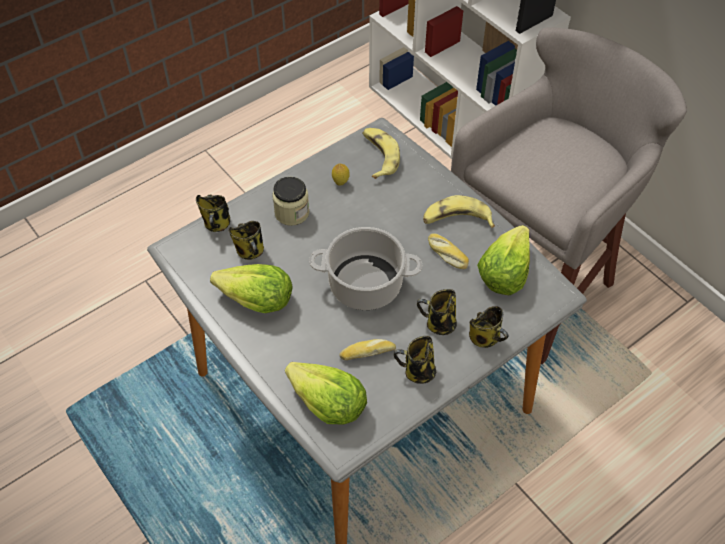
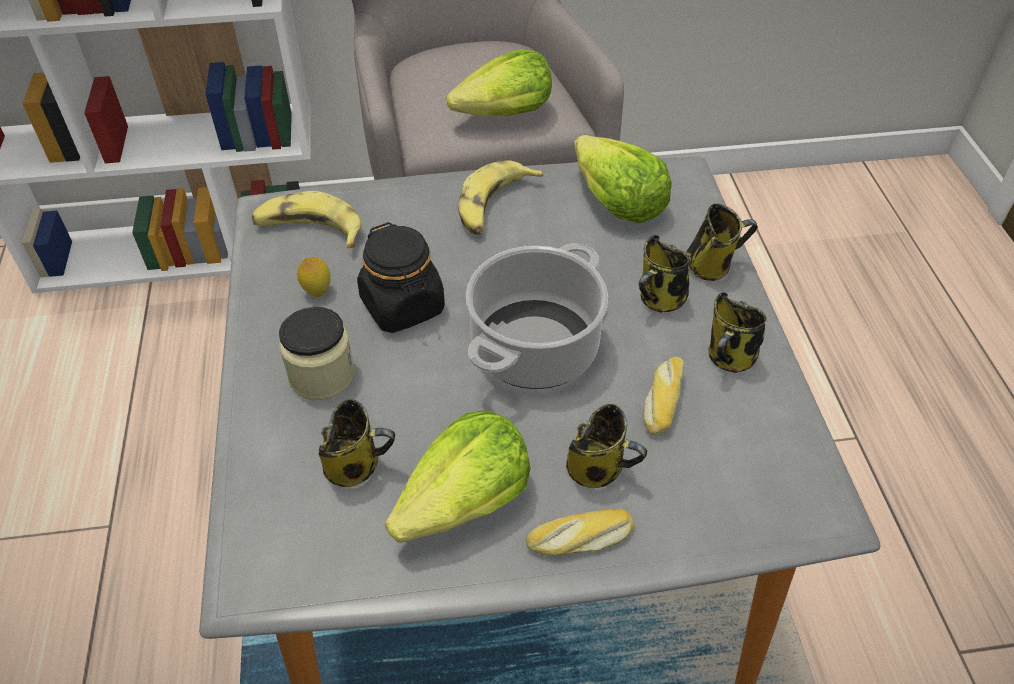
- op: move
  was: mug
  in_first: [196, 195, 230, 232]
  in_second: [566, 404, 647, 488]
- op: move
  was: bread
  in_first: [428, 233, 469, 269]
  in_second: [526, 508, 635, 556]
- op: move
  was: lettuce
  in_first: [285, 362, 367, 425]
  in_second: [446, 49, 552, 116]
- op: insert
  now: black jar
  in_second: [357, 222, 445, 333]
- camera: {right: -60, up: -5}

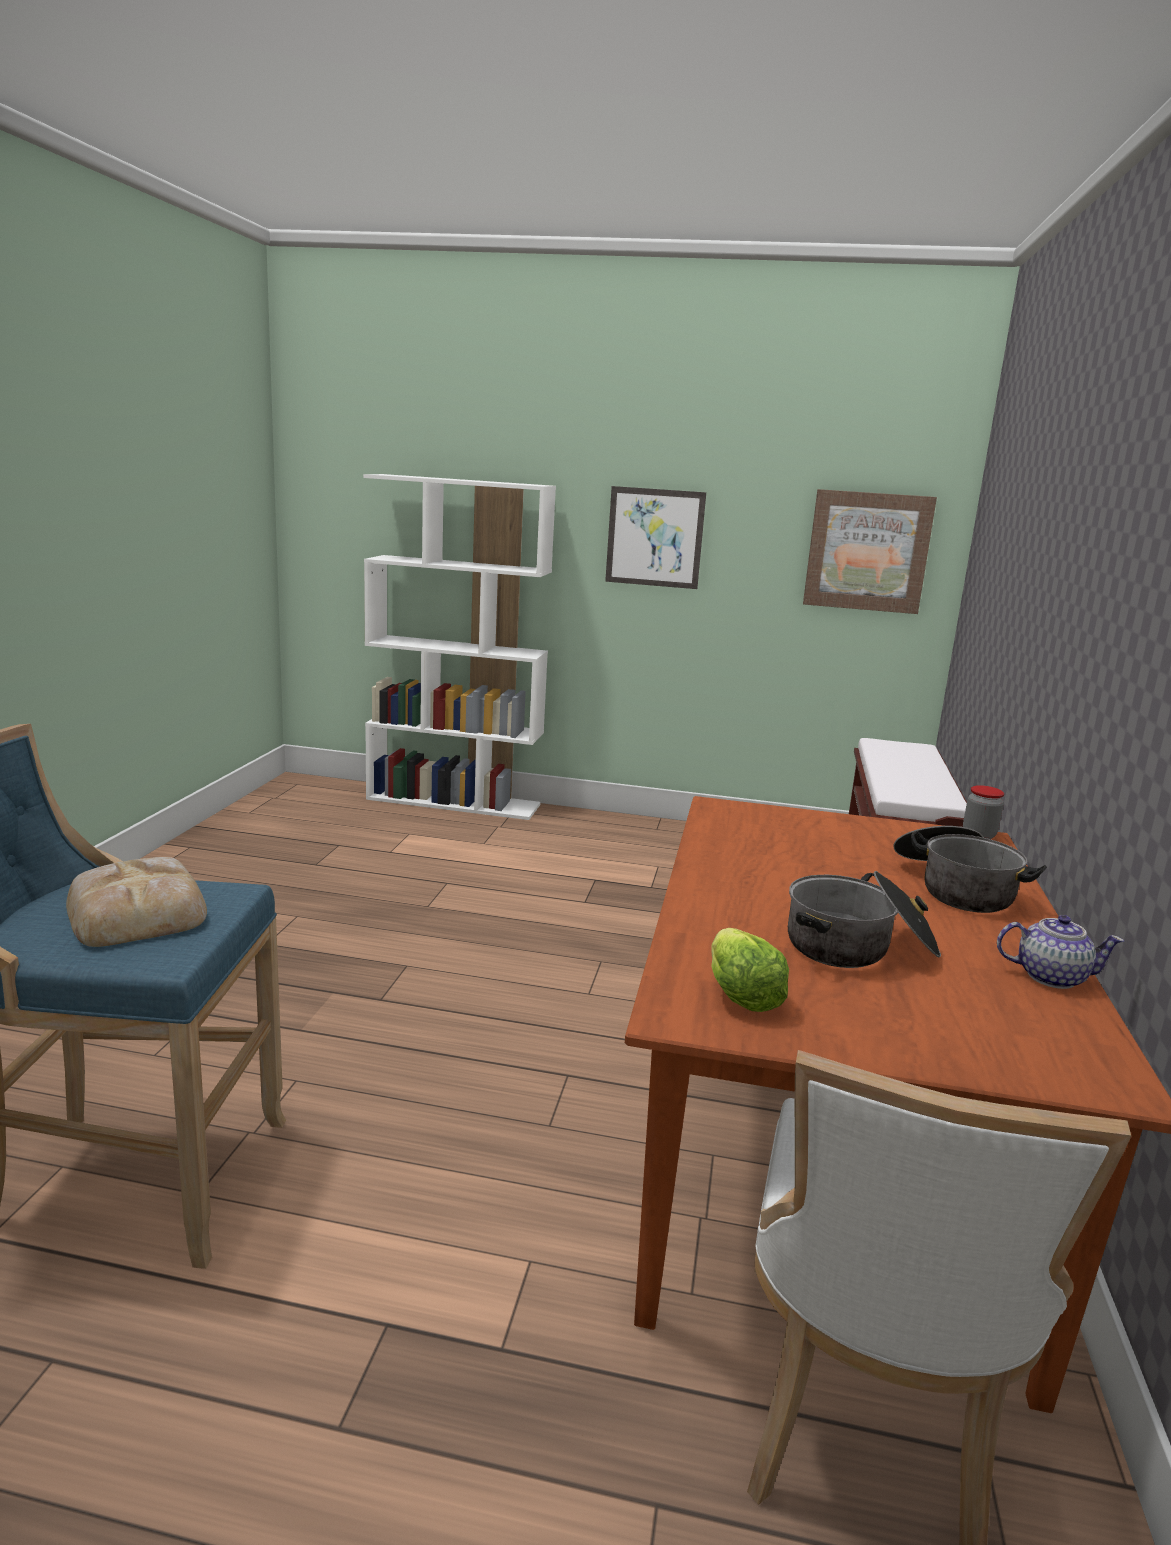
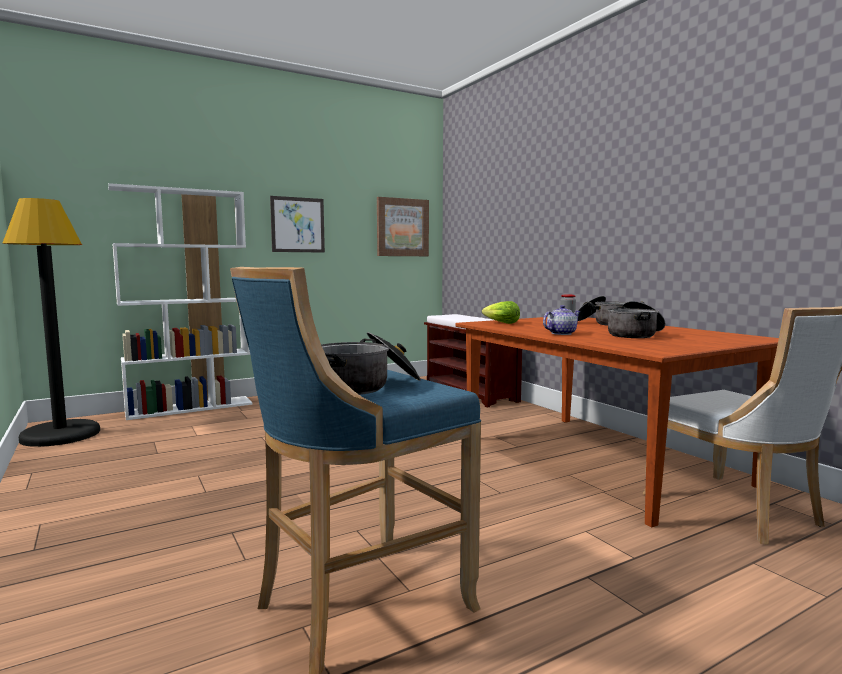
- op: replace
  was: bread
  now: cooking pot
  in_first: [66, 857, 207, 947]
  in_second: [321, 332, 421, 395]
- op: move
  was: teapot
  in_first: [997, 915, 1124, 989]
  in_second: [543, 305, 581, 335]
- op: move
  was: lettuce
  in_first: [711, 928, 789, 1012]
  in_second: [482, 301, 520, 324]
- op: insert
  now: black floor lamp
  in_second: [2, 198, 100, 447]
- camera: {right: -40, up: -10}

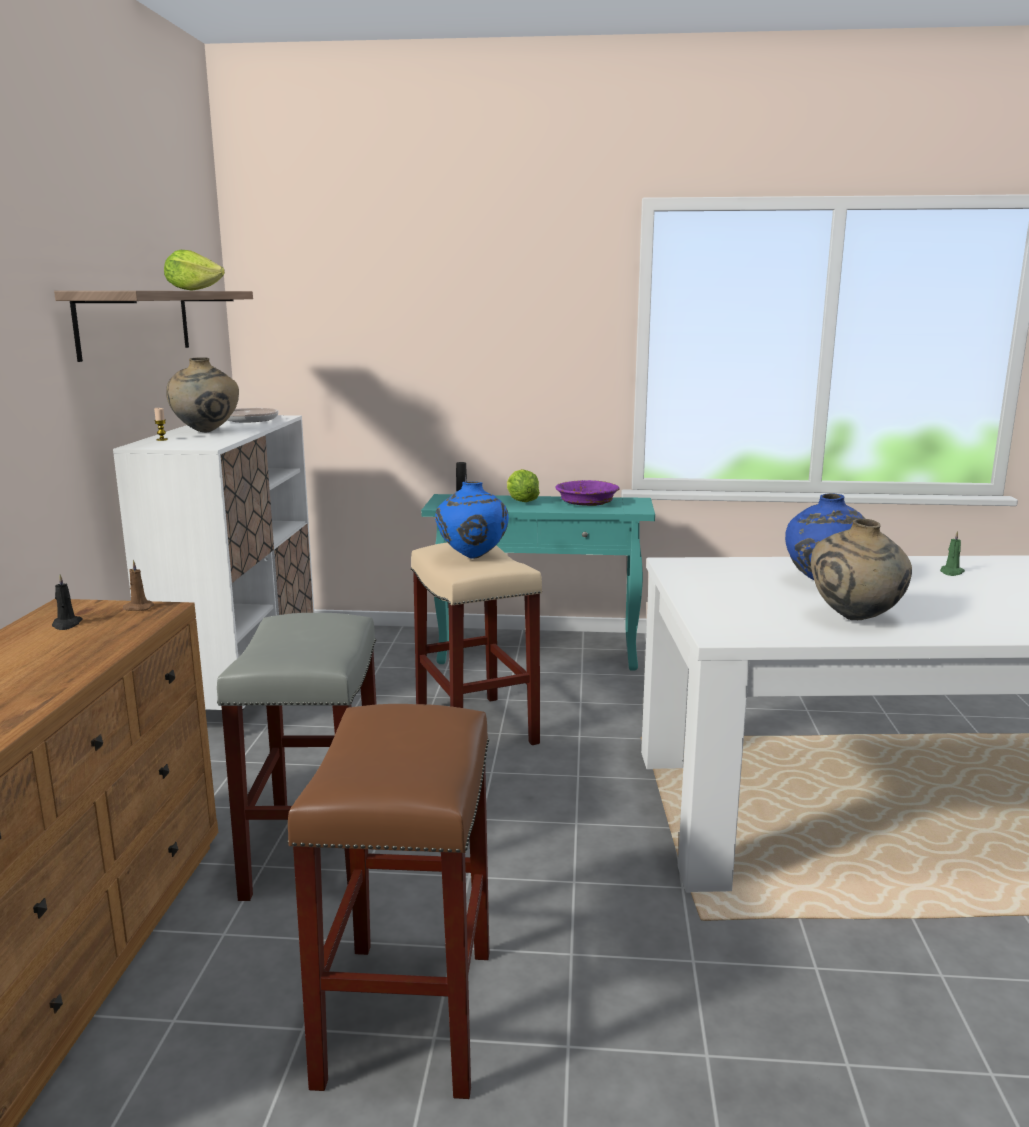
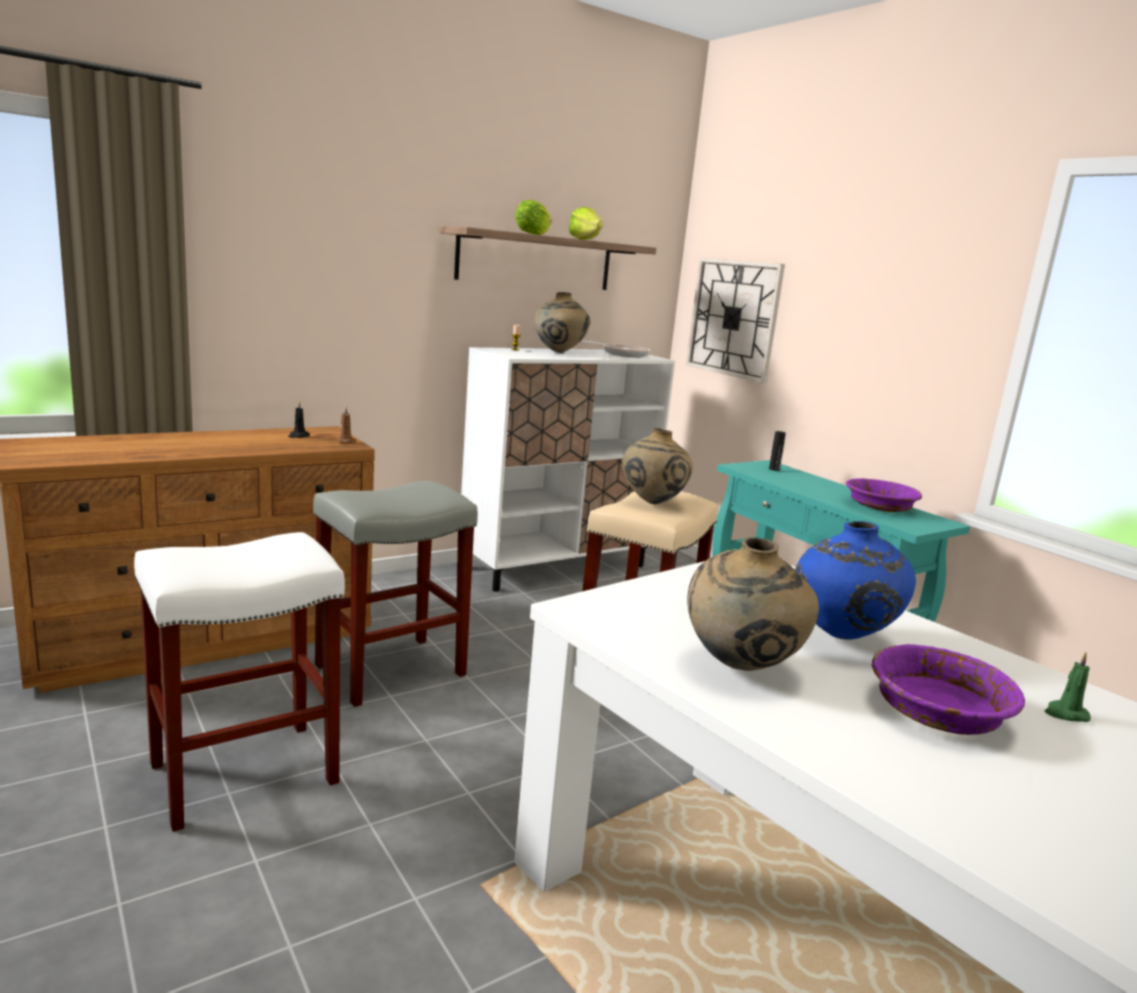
- op: move
  was: lettuce
  in_first: [507, 469, 540, 502]
  in_second: [515, 200, 551, 235]
- op: recolor
  was: blue vase
  now: beige vase
  in_first: [435, 481, 509, 559]
  in_second: [622, 428, 693, 504]
- op: recolor
  was: brown stool
  now: white stool
  in_first: [287, 704, 489, 1099]
  in_second: [134, 532, 345, 832]
- op: insert
  now: wall clock
  in_second: [686, 258, 785, 383]
- op: insert
  now: purple bowl
  in_second: [872, 644, 1025, 735]
- camera: {right: 50, up: 0}

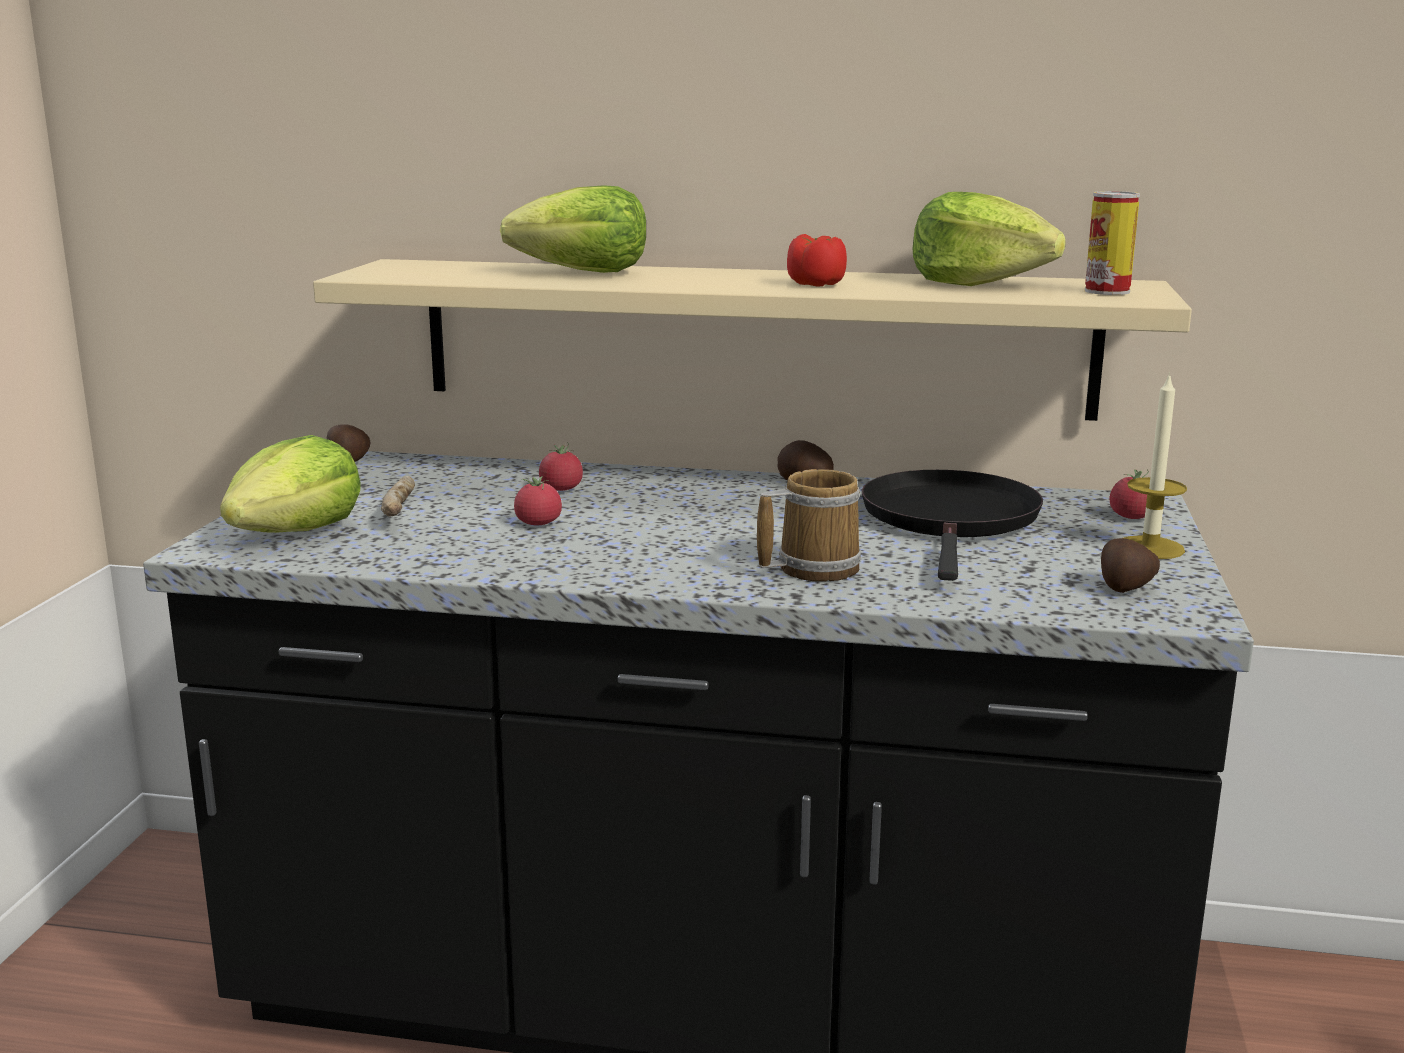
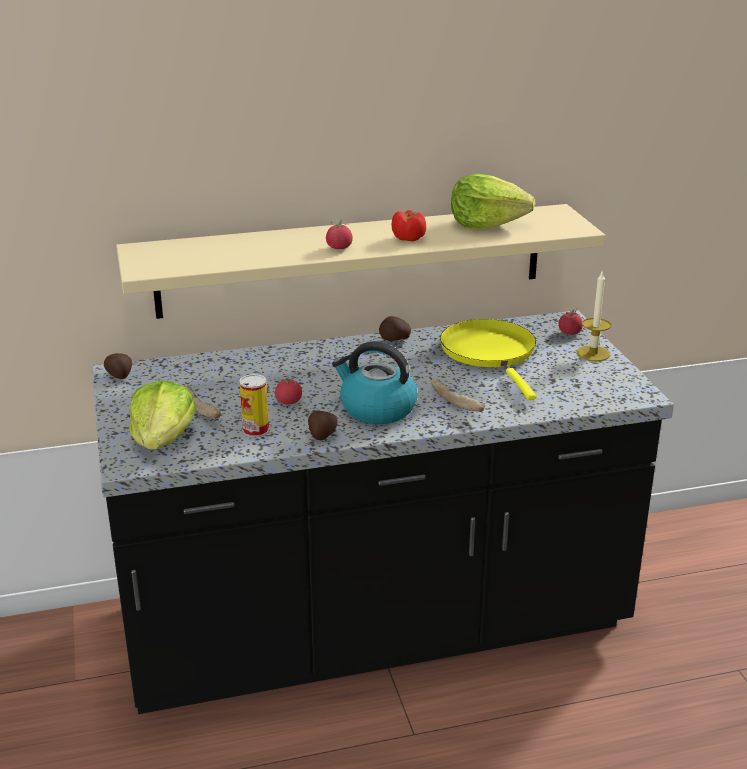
- op: delete
  was: lettuce
  in_first: [500, 185, 646, 273]
- op: move
  was: can
  in_first: [1085, 191, 1140, 295]
  in_second: [239, 374, 269, 437]
- op: move
  was: tomato
  in_first: [539, 442, 583, 491]
  in_second: [326, 221, 353, 249]
- op: replace
  was: mug
  now: bread
  in_first: [757, 469, 861, 582]
  in_second: [431, 378, 484, 412]
- op: recolor
  was: black frying pan
  now: yellow frying pan
  in_first: [862, 470, 1043, 581]
  in_second: [440, 319, 536, 400]
- op: move
  was: potato
  in_first: [1101, 538, 1160, 593]
  in_second: [308, 411, 338, 440]
- op: insert
  now: kettle
  in_second: [332, 341, 418, 424]
- camera: {right: -25, up: 10}

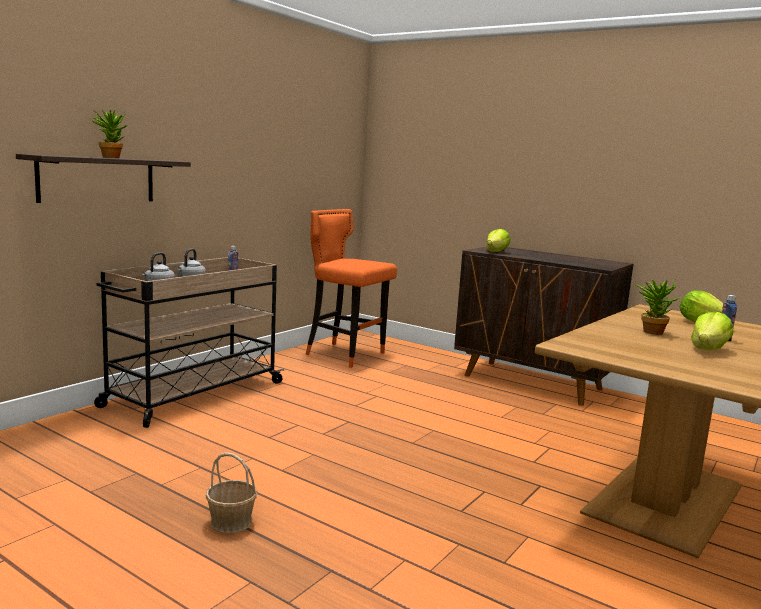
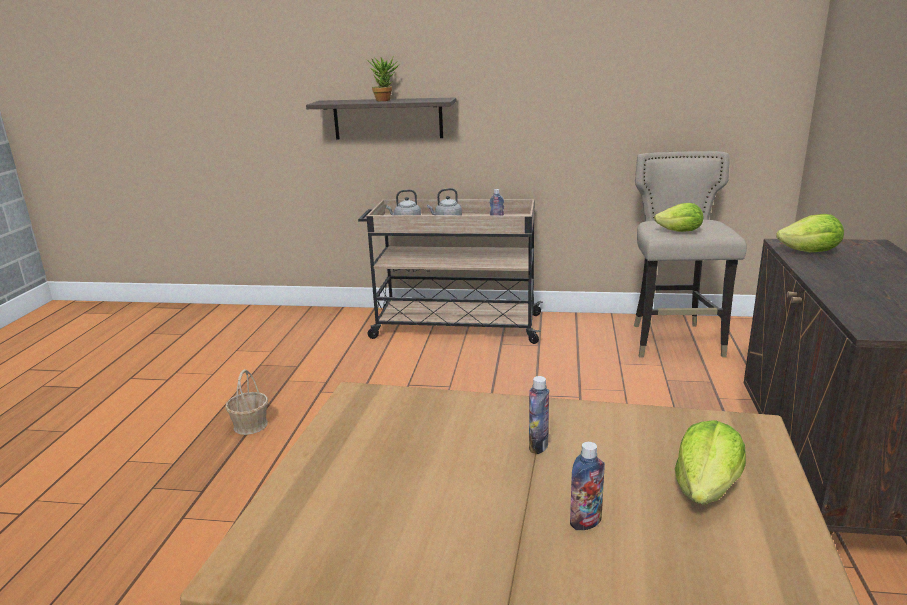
- op: recolor
  was: orange stool
  now: beige stool
  in_first: [305, 209, 397, 368]
  in_second: [634, 151, 747, 358]
- op: replace
  was: potted plant
  now: bottle
  in_first: [635, 280, 680, 335]
  in_second: [529, 376, 549, 454]
- op: move
  was: lettuce
  in_first: [691, 311, 733, 350]
  in_second: [654, 203, 703, 232]
- camera: {right: 65, up: 10}

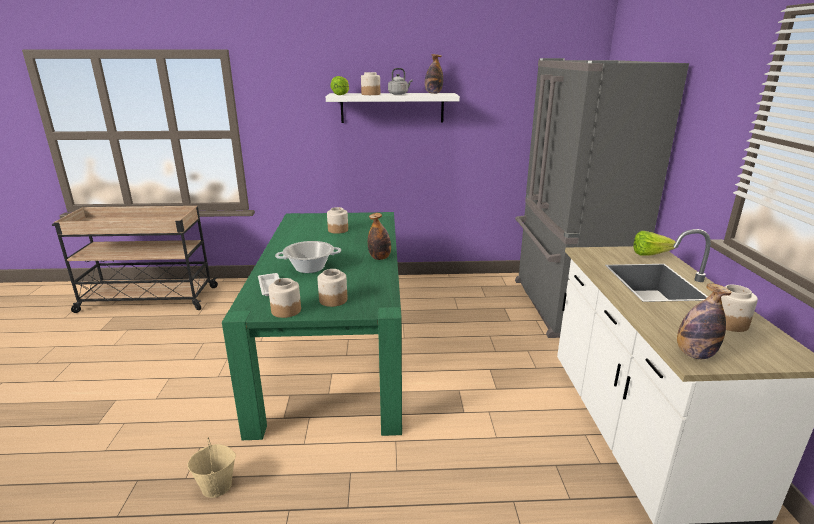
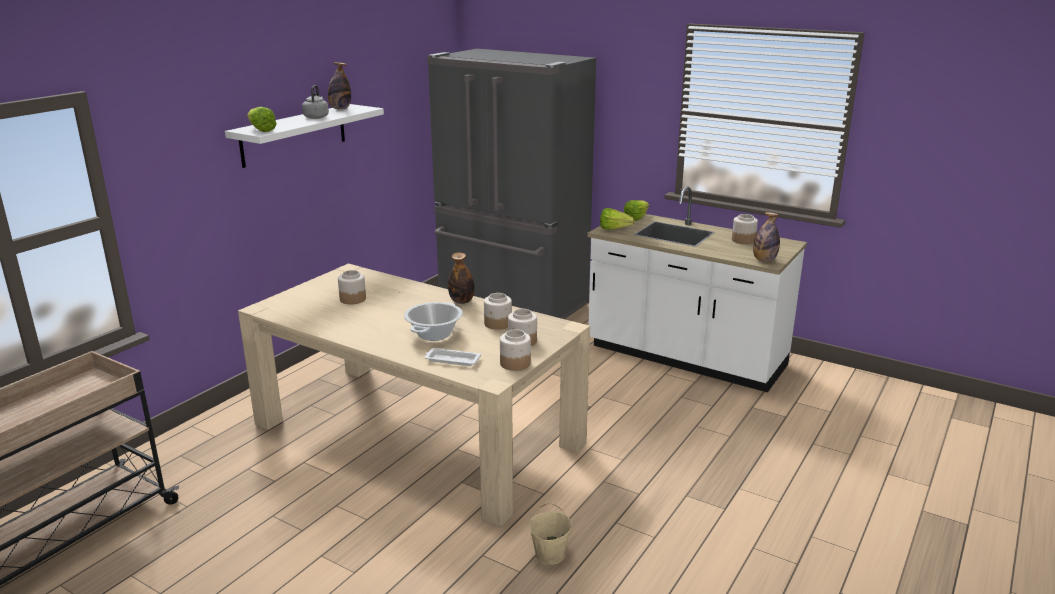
- op: move
  was: jar
  in_first: [361, 72, 380, 95]
  in_second: [484, 293, 512, 330]
- op: recolor
  was: green dining table
  now: beige dining table
  in_first: [222, 212, 402, 440]
  in_second: [238, 264, 590, 527]
- op: insert
  now: lettuce
  in_second: [600, 208, 635, 230]
- camera: {right: -55, up: 0}

